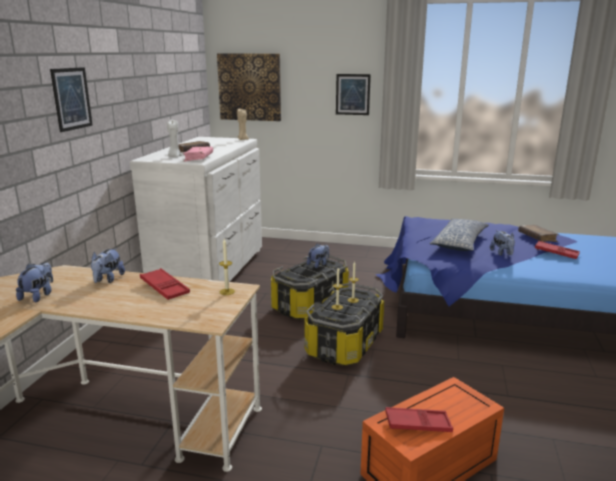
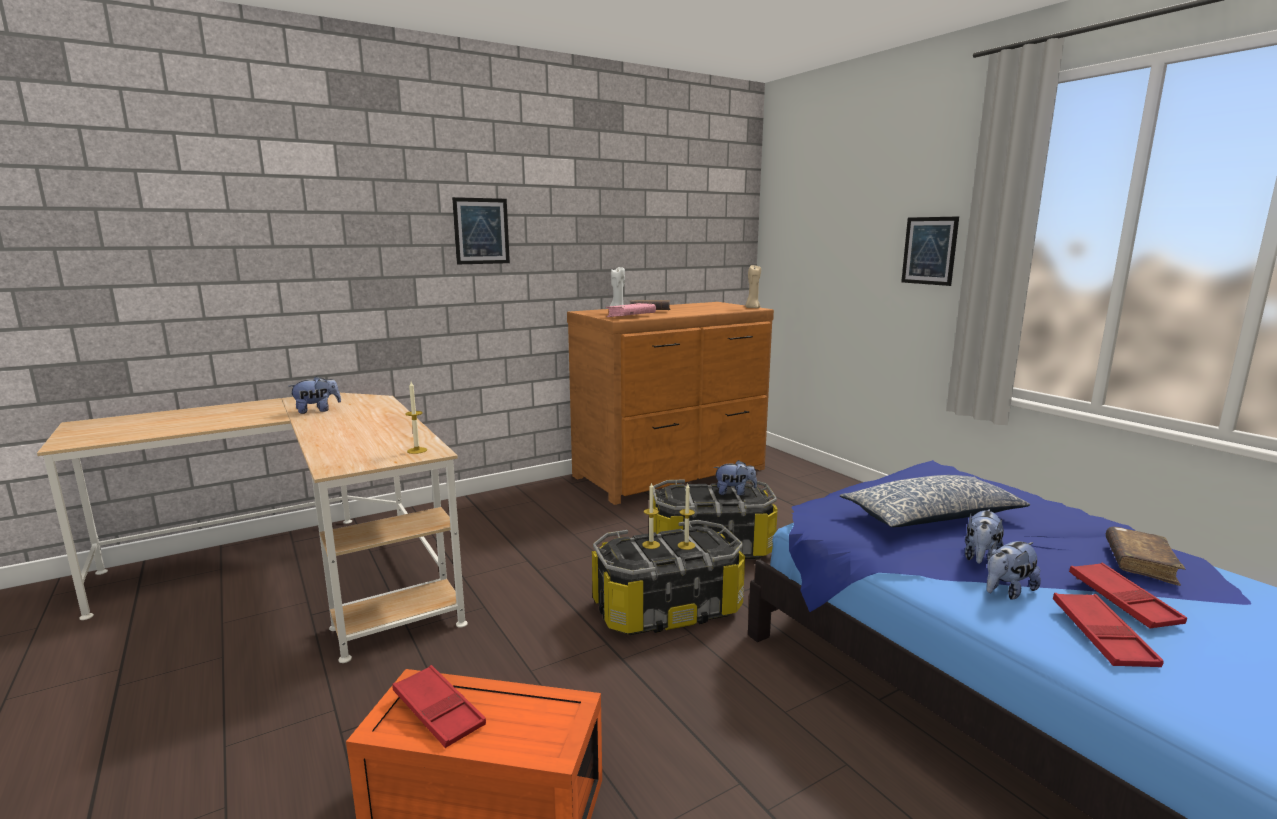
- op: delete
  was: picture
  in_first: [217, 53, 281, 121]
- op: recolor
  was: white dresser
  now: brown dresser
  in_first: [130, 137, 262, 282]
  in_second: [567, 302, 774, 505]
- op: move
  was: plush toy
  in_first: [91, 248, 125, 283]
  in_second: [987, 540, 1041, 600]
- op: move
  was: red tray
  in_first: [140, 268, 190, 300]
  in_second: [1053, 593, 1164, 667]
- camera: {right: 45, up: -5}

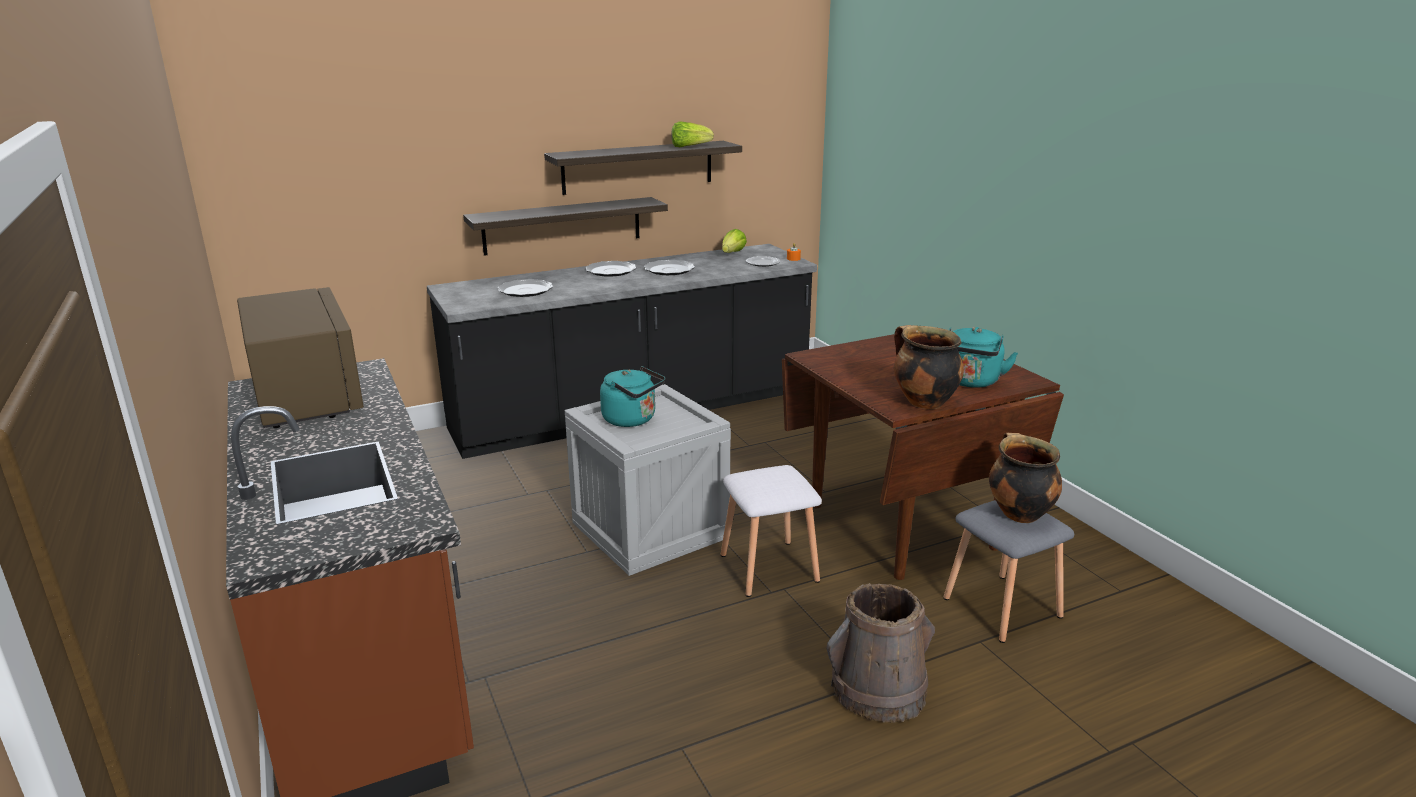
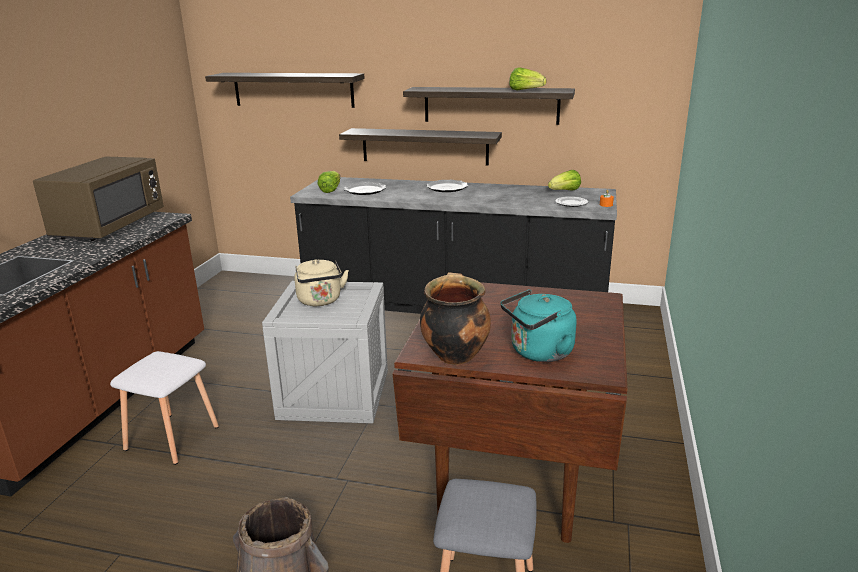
- op: delete
  was: plate
  in_first: [644, 260, 695, 275]
- op: recolor
  was: turquoise kettle
  now: beige kettle
  in_first: [600, 366, 665, 427]
  in_second: [294, 260, 349, 306]
- op: delete
  was: cooking pot
  in_first: [989, 433, 1062, 523]
- op: move
  was: white stool
  in_first: [721, 465, 822, 597]
  in_second: [110, 351, 219, 465]
- op: insert
  now: shelf
  in_second: [205, 73, 365, 108]
- op: insert
  now: lettuce
  in_second: [318, 171, 340, 193]
- camera: {right: 40, up: 0}

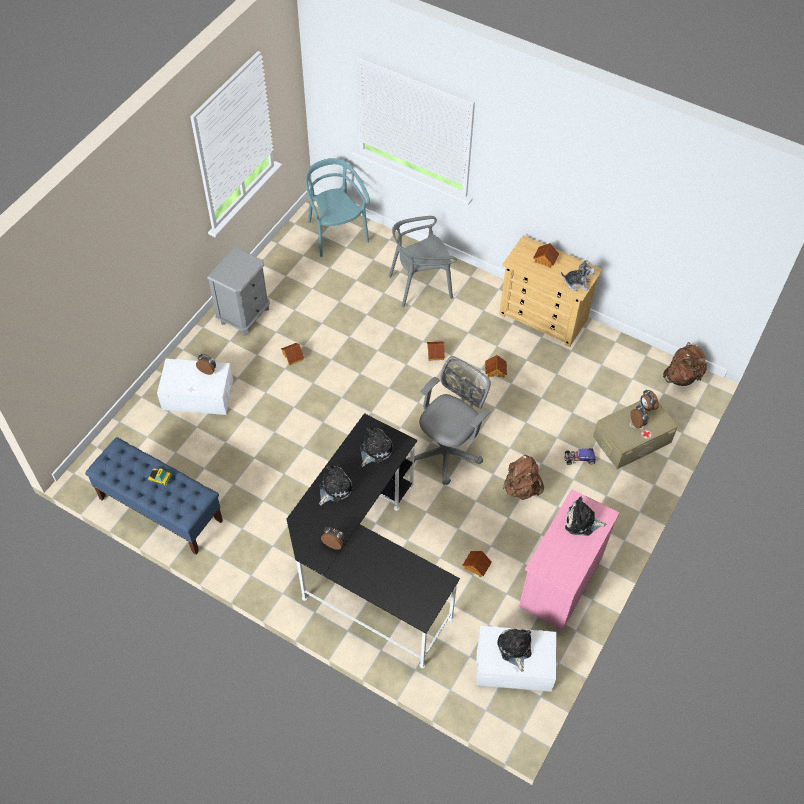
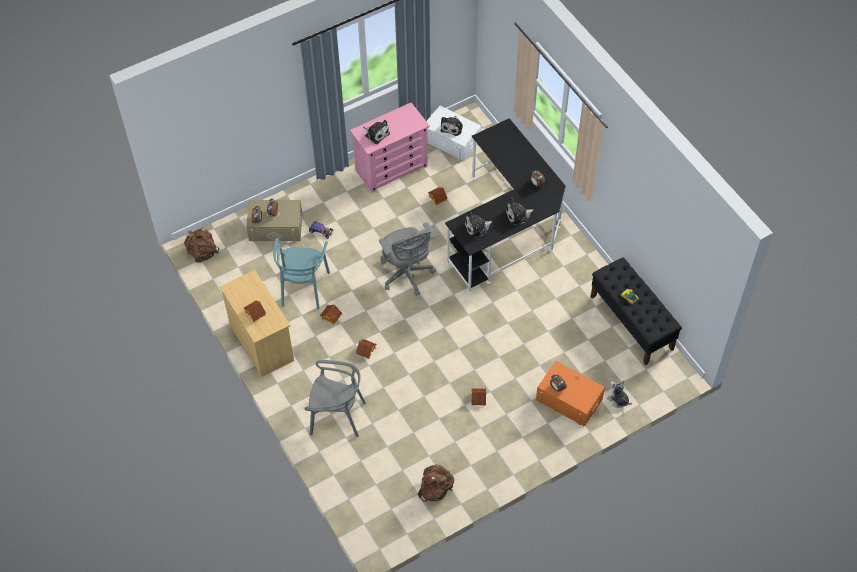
- op: move
  was: turquoise chair
  in_first: [306, 158, 370, 257]
  in_second: [273, 238, 330, 310]
- op: delete
  was: grey nightstand
  in_first: [207, 247, 270, 336]
- op: move
  was: plush toy
  in_first: [561, 260, 595, 291]
  in_second: [607, 380, 632, 408]
- op: rotate
  was: grey office chair
  in_first: [406, 356, 491, 485]
  in_second: [379, 222, 436, 296]
  clockwise: -90
- op: recolor
  was: white storage box
  now: orange storage box
  in_first: [157, 359, 233, 415]
  in_second: [536, 361, 605, 427]
- op: recolor
  was: blue bench
  now: black bench
  in_first: [85, 437, 223, 555]
  in_second: [591, 257, 682, 365]
- op: move
  was: brown backpack
  in_first: [503, 454, 544, 500]
  in_second: [418, 464, 454, 502]
- camera: {right: -150, up: 0}

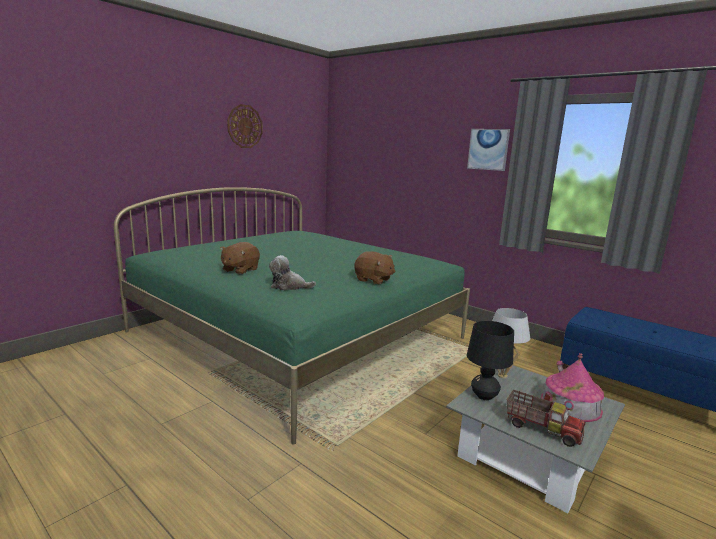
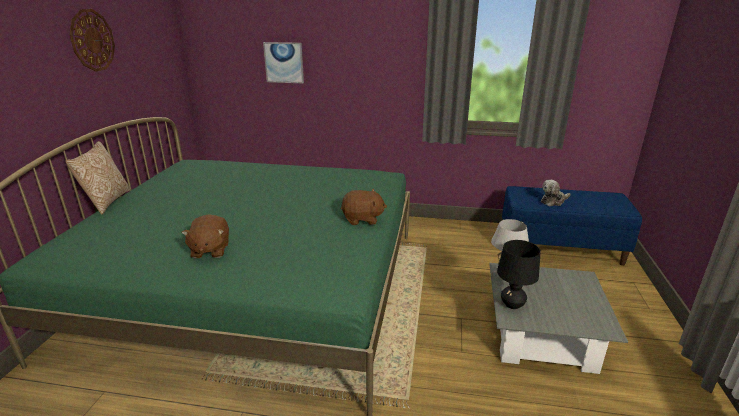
- op: move
  was: picture
  in_first: [467, 129, 510, 171]
  in_second: [263, 42, 304, 83]
- op: move
  was: plush toy
  in_first: [269, 255, 316, 290]
  in_second: [541, 180, 570, 206]
- op: delete
  was: toy house
  in_first: [541, 353, 604, 422]
- op: delete
  was: toy truck
  in_first: [507, 389, 586, 447]
- op: insert
  now: pillow
  in_second: [65, 141, 130, 214]
- camera: {right: -30, up: 10}

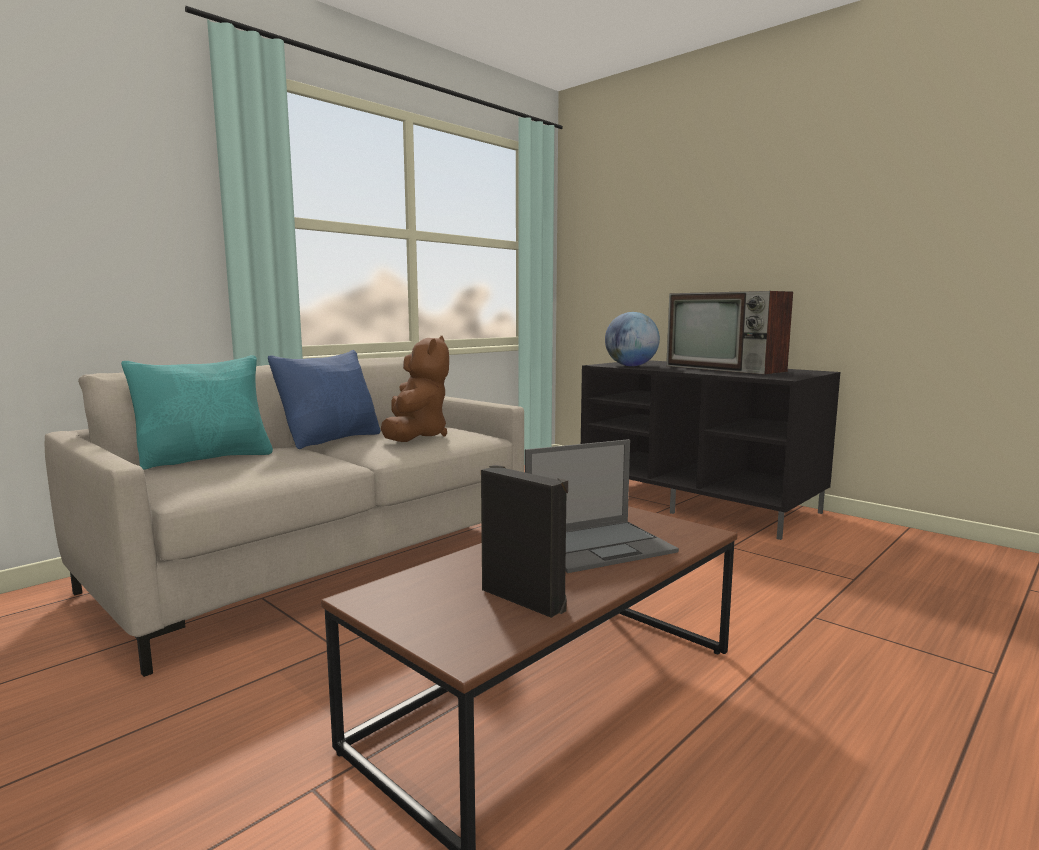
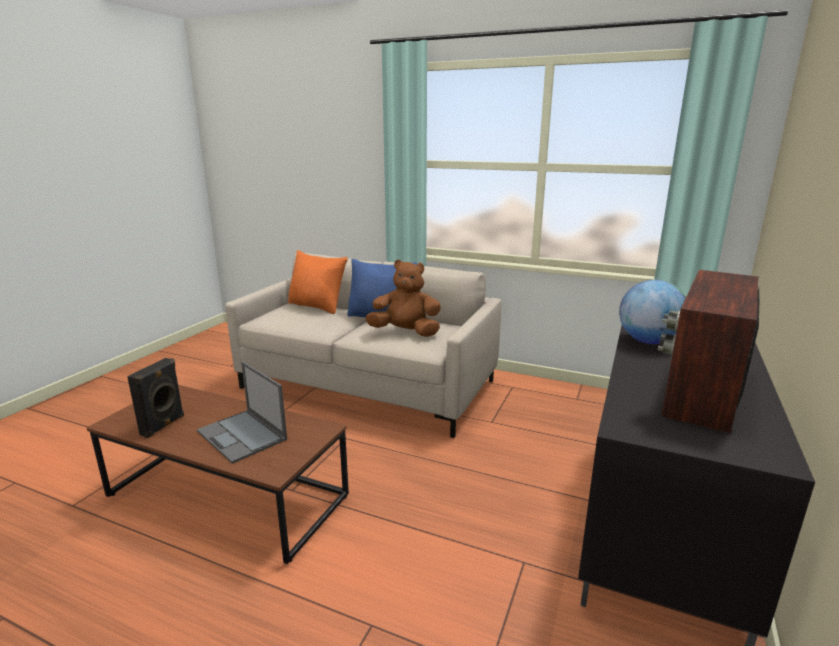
- op: rotate
  was: brown plush toy
  in_first: [381, 336, 449, 442]
  in_second: [365, 259, 441, 337]
  clockwise: -150
- op: recolor
  was: turquoise pillow
  now: orange pillow
  in_first: [121, 355, 273, 470]
  in_second: [288, 250, 348, 314]
- camera: {right: 70, up: 10}

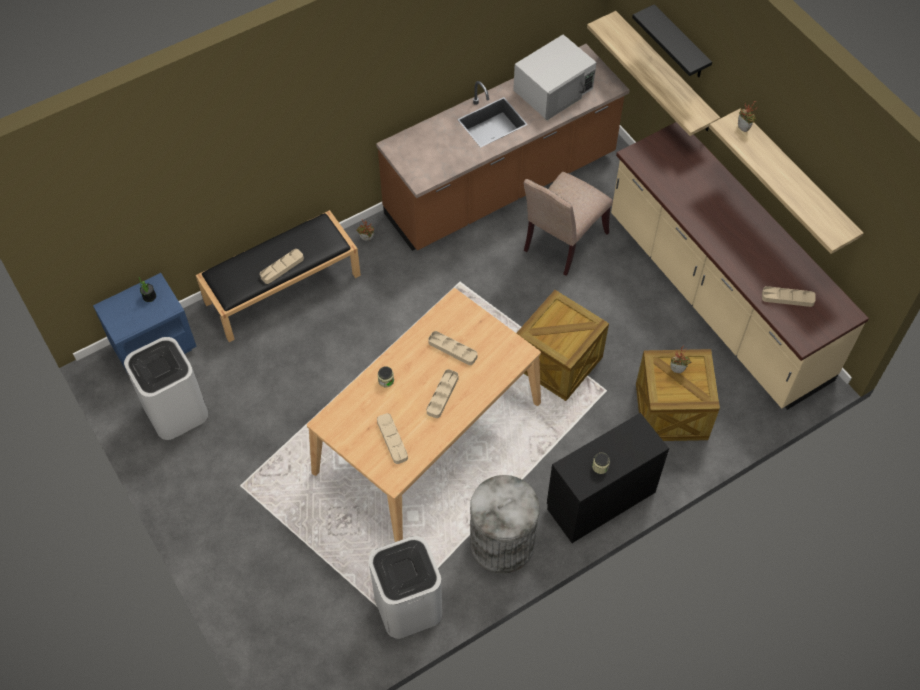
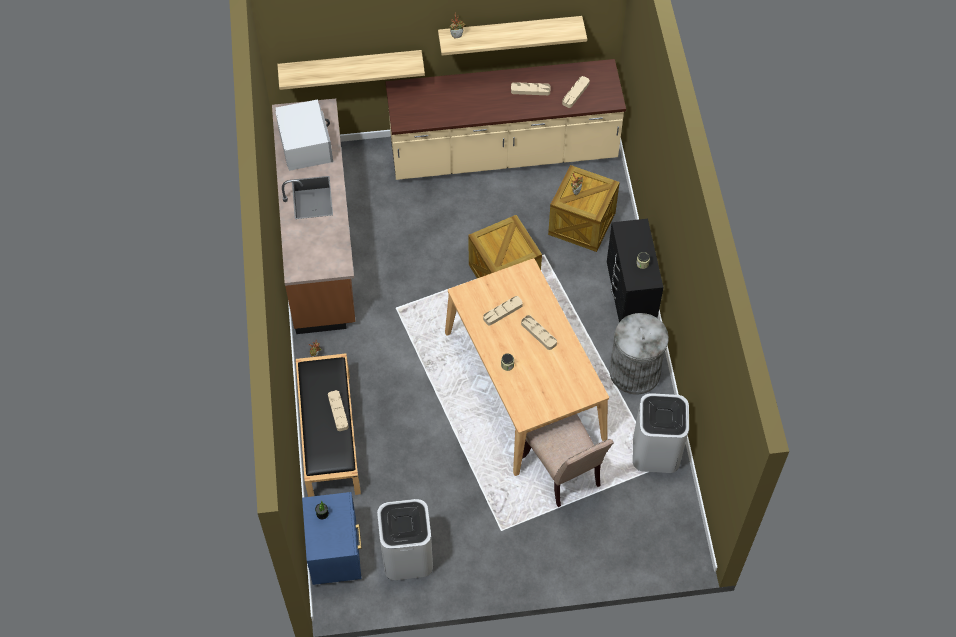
- op: delete
  was: black shelf
  in_first: [632, 4, 712, 77]
- op: move
  was: beige chair
  in_first: [523, 172, 613, 276]
  in_second: [522, 414, 614, 507]
- op: move
  was: beige tray
  in_first: [377, 413, 408, 464]
  in_second: [511, 82, 551, 95]
- camera: {right: -65, up: 0}

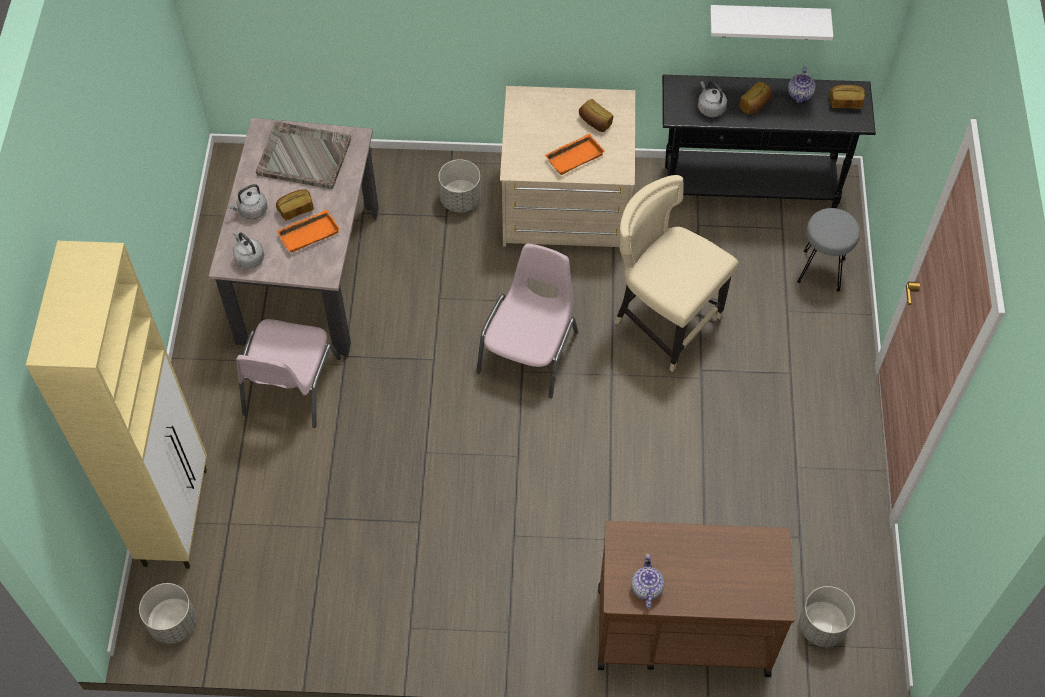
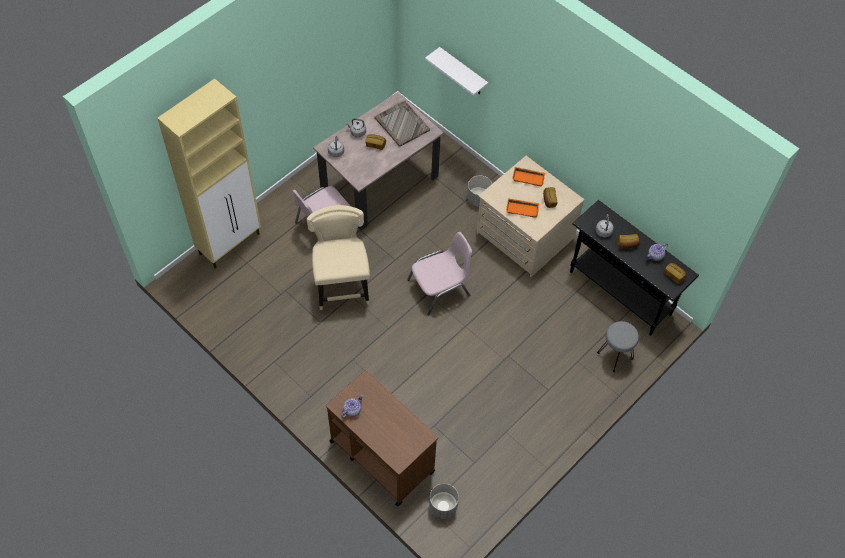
- op: move
  was: white shelf
  in_first: [710, 5, 833, 40]
  in_second: [425, 47, 488, 96]
- op: move
  was: beige chair
  in_first: [614, 175, 738, 372]
  in_second: [307, 205, 370, 310]
- op: move
  was: orange tray
  in_first: [277, 210, 340, 253]
  in_second: [512, 167, 545, 187]
- op: delete
  was: grey planter
  in_first: [139, 583, 197, 644]
- camera: {right: 40, up: 0}

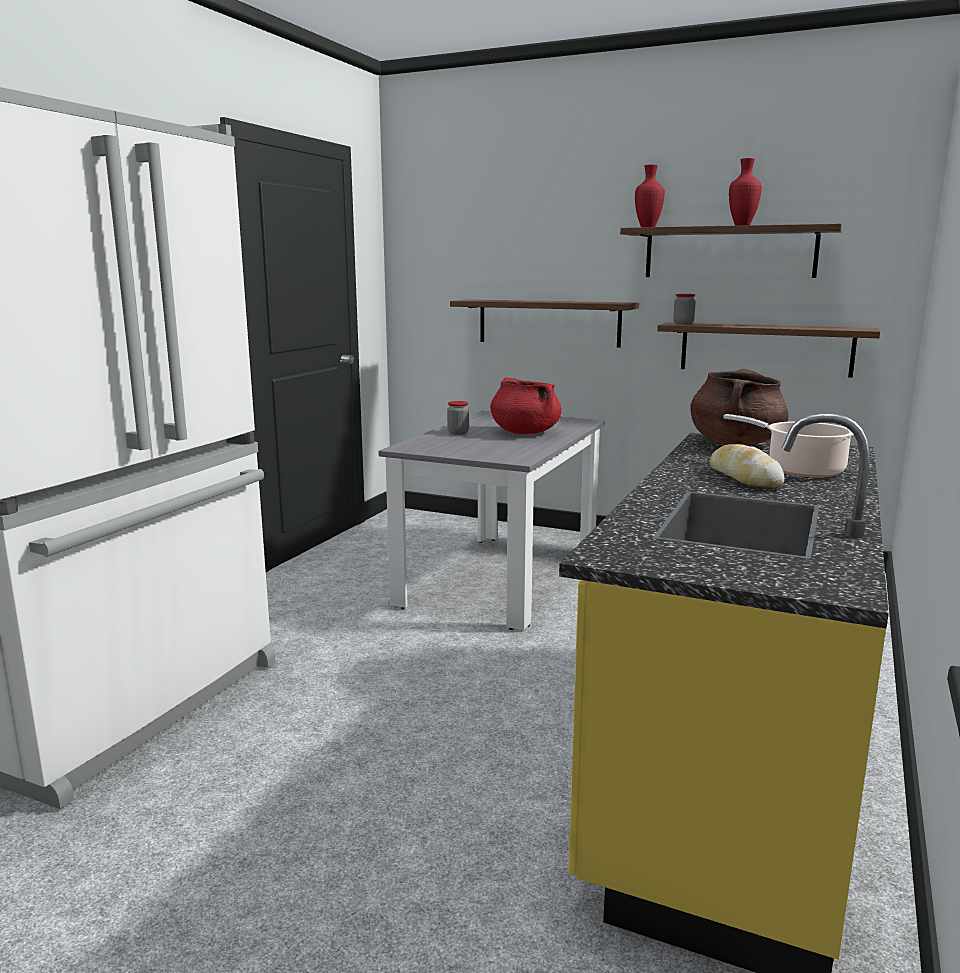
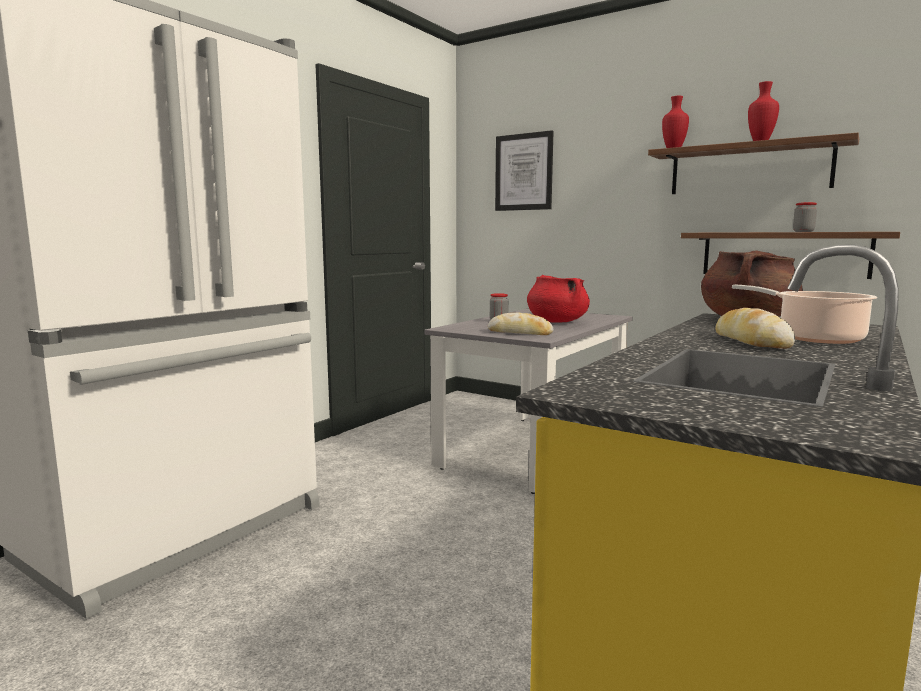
- op: move
  was: jar
  in_first: [673, 293, 696, 325]
  in_second: [793, 202, 817, 232]
- op: delete
  was: shelf
  in_first: [450, 299, 639, 348]
- op: insert
  now: picture
  in_second: [495, 130, 554, 211]
- op: insert
  now: bread
  in_second: [488, 313, 553, 335]
- camera: {right: 10, up: -5}

